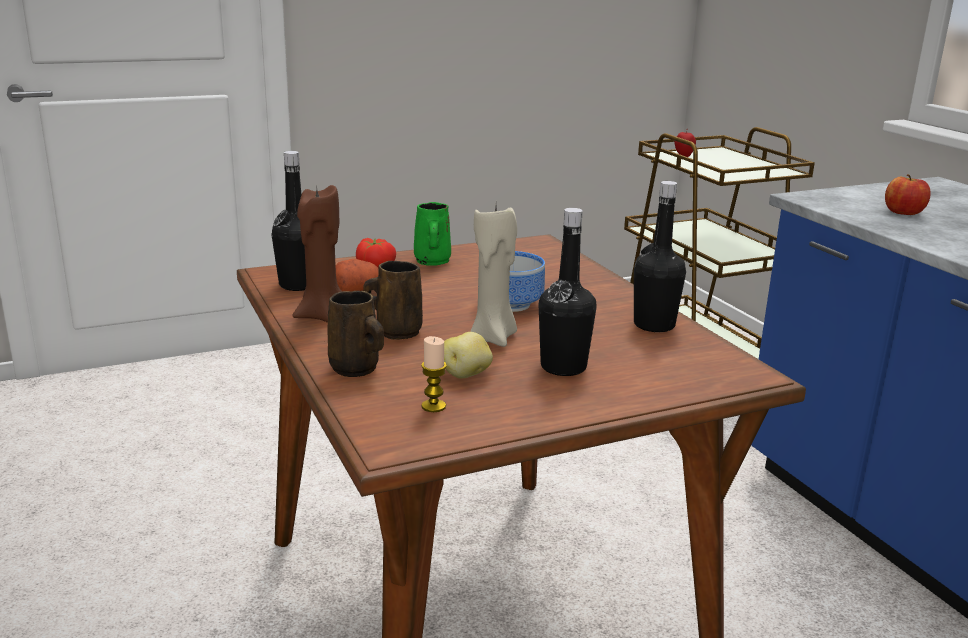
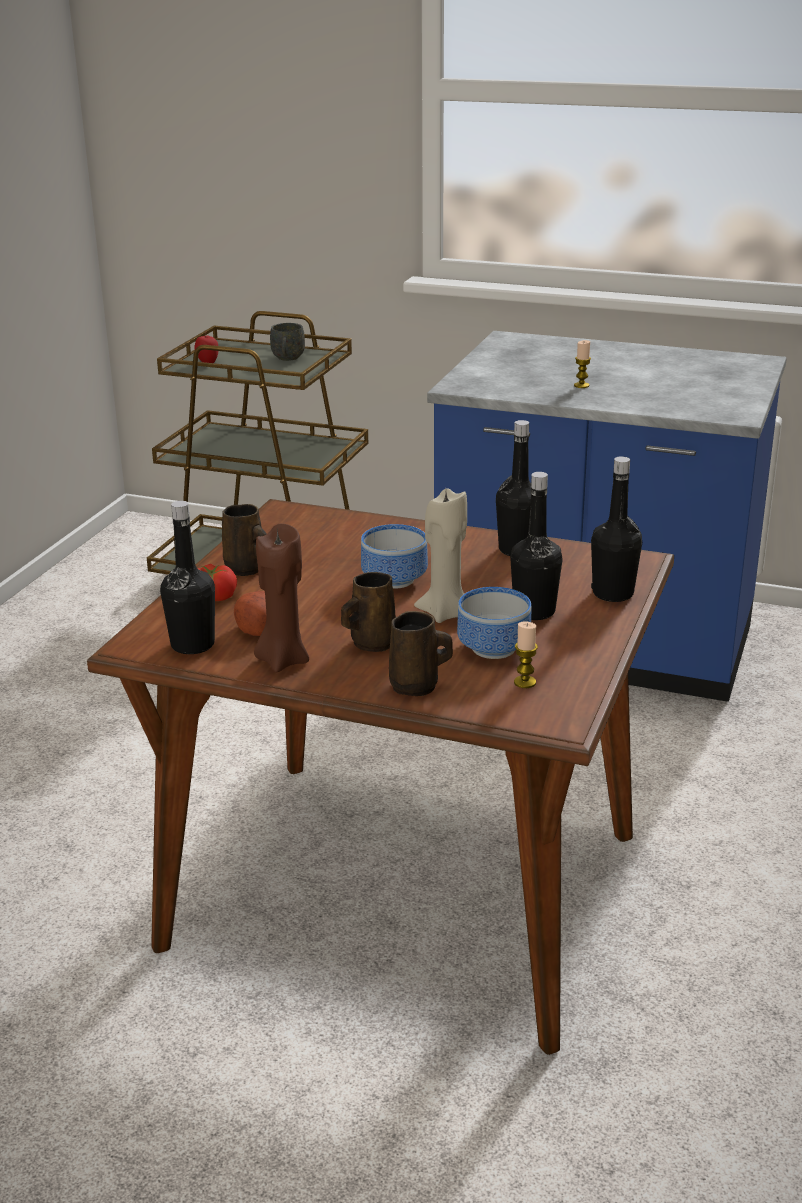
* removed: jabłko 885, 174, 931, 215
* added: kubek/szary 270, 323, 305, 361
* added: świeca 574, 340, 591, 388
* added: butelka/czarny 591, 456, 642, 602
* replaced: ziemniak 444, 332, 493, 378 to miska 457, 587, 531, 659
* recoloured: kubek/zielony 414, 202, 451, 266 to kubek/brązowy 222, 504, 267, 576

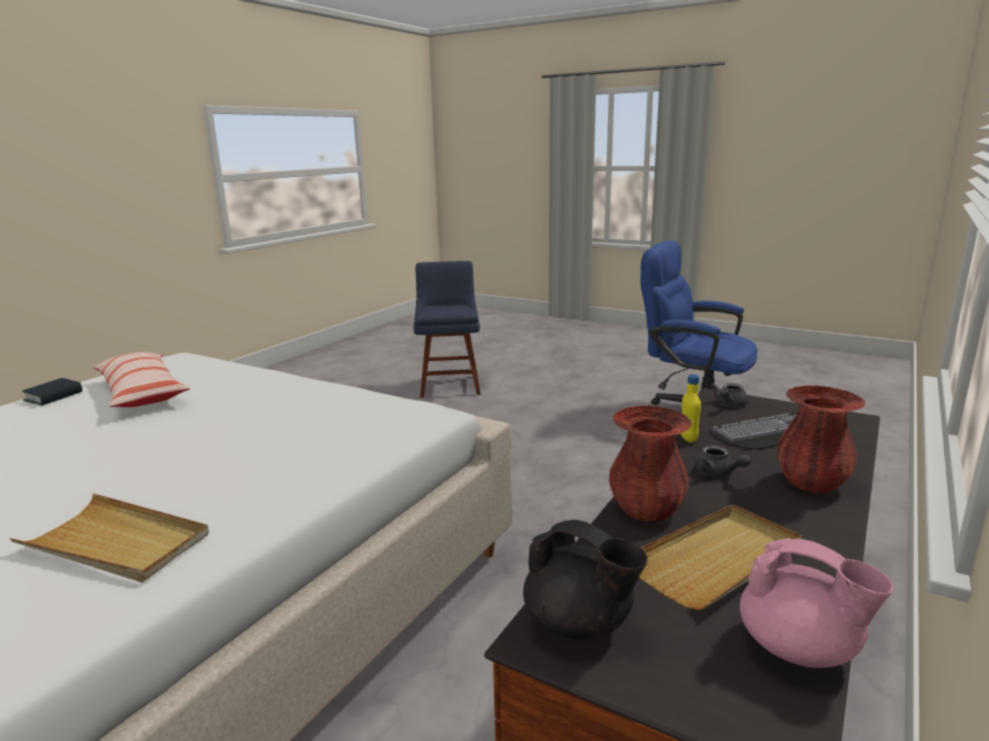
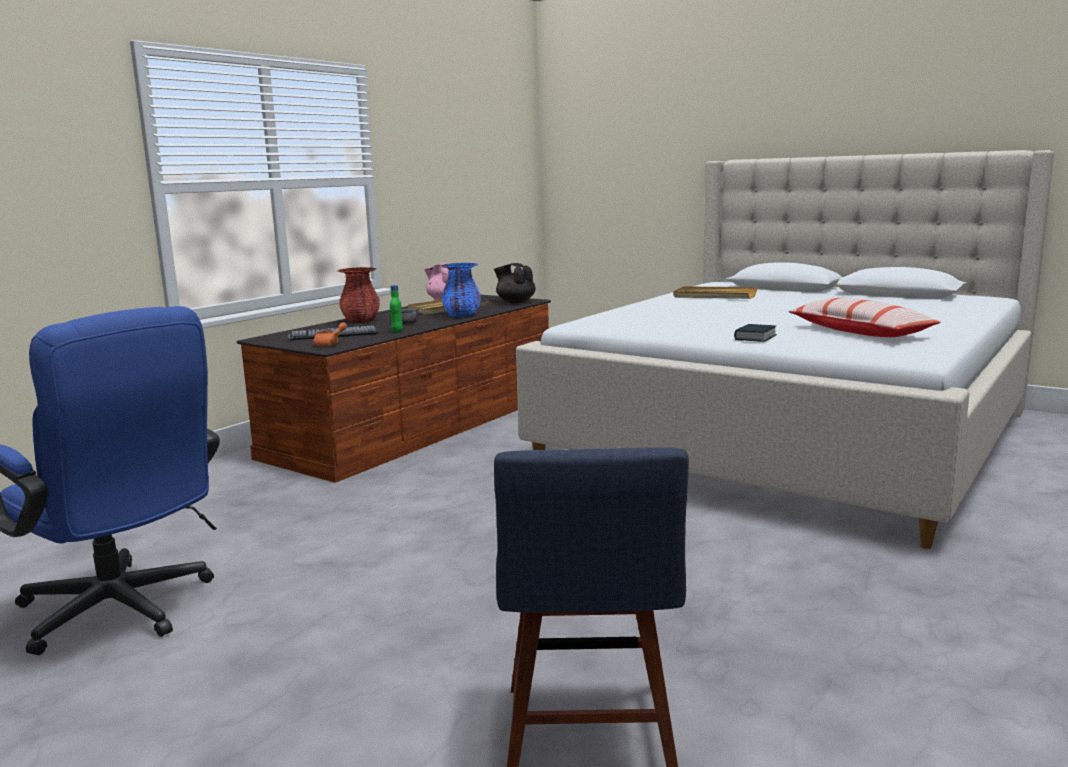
* moved: książka 22, 378, 82, 406 to 734, 324, 777, 342
* recoloured: wazon/czerwony 609, 406, 692, 522 to wazon/niebieski 441, 263, 481, 317
* recoloured: butelka/żółty 680, 375, 701, 443 to butelka/zielony 390, 285, 403, 333
* recoloured: imbryk/szary 711, 383, 748, 407 to imbryk/pomarańczowy 313, 322, 347, 347

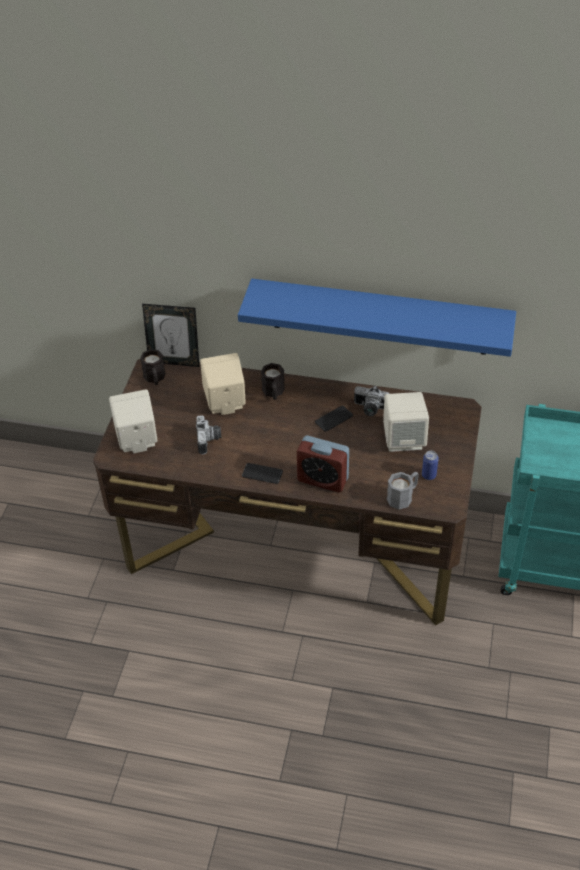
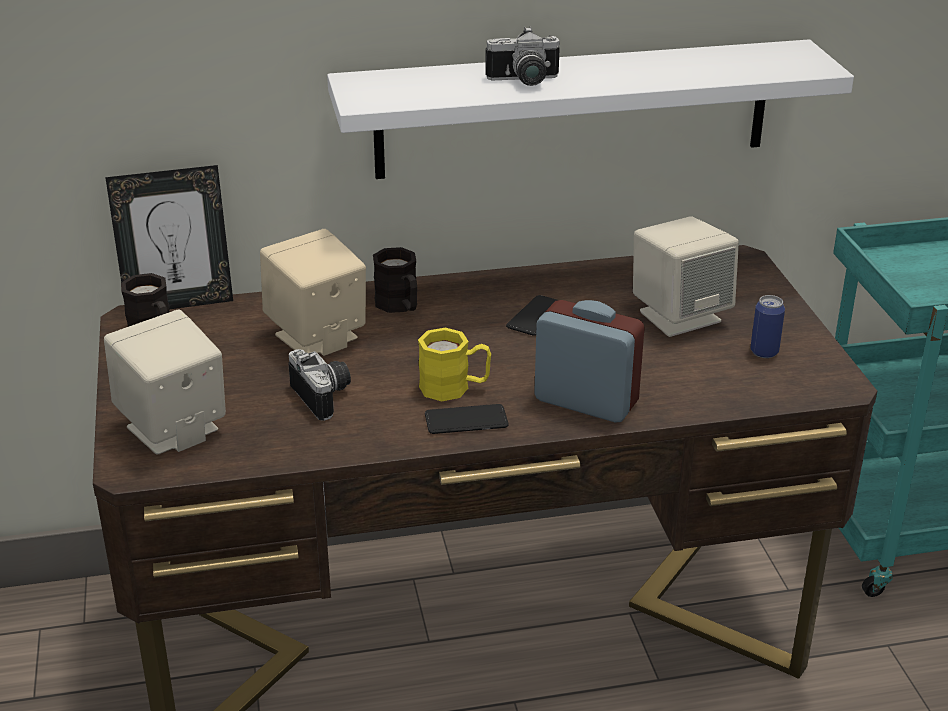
* removed: kubek/szary 387, 472, 419, 509
* added: kubek/żółty 418, 328, 491, 401
* moved: aparat fotograficzny 354, 385, 390, 416 to 485, 27, 560, 86
* recoloured: półka/niebieski 238, 279, 516, 357 to półka/biały 327, 39, 854, 179
* turned: budzik 297, 436, 349, 492 = 534, 300, 645, 423 150 degrees counterclockwise

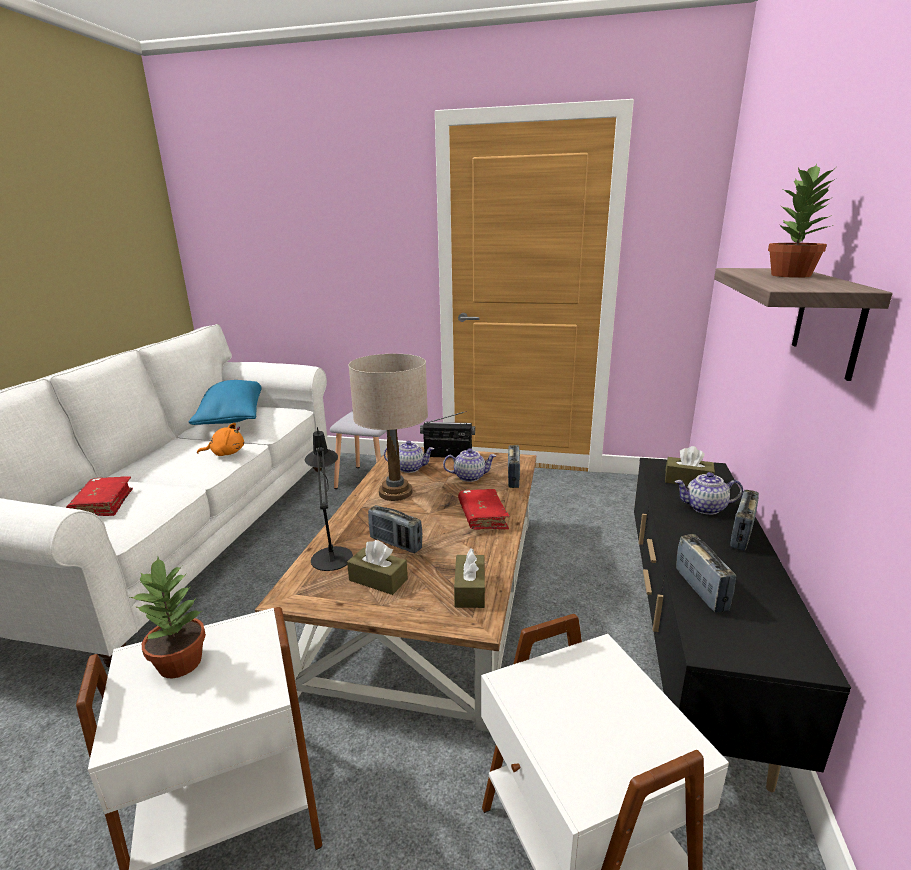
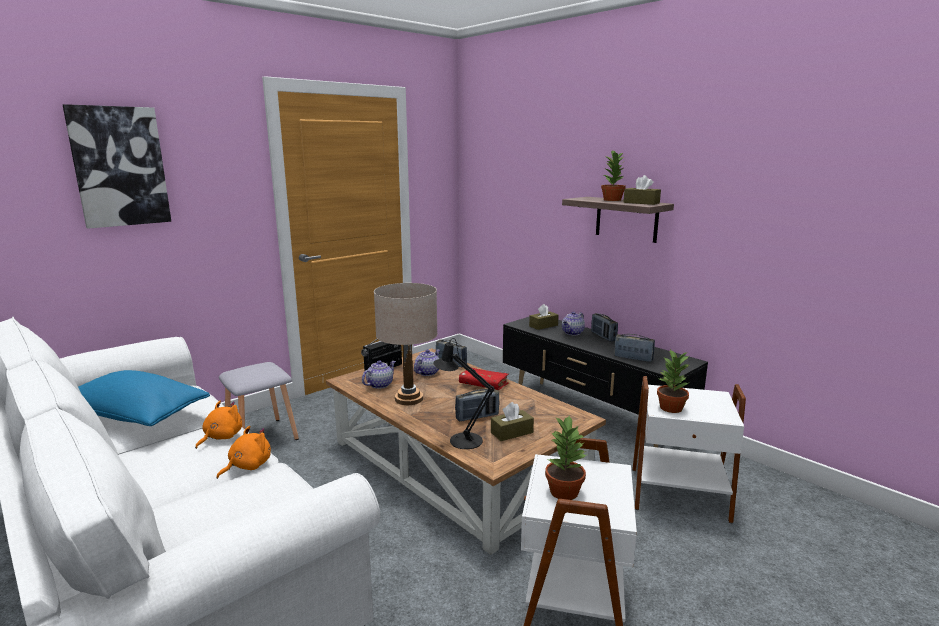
* removed: książka/czerwony 66, 476, 133, 516
* added: obraz 63, 104, 171, 229
* added: pluszak/pomarańczowy 216, 426, 271, 479
* added: roślina doniczkowa 657, 349, 690, 413
* moved: pudełko chusteczek/brązowy 454, 548, 485, 608 to 623, 175, 661, 205

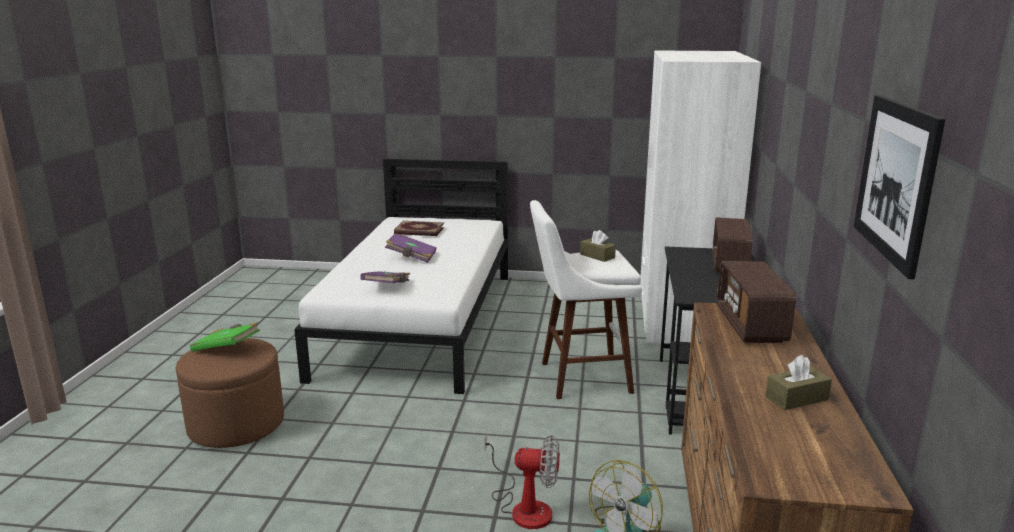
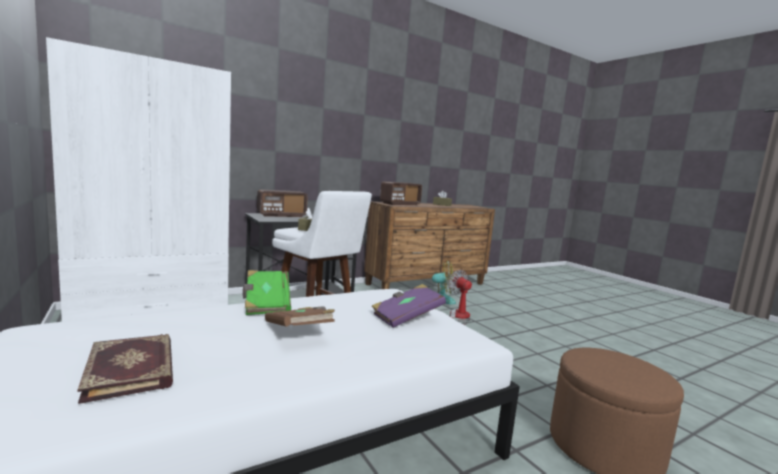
* removed: obraz 854, 95, 945, 279
* moved: książka/zielony 190, 322, 260, 352 to 243, 270, 291, 315
* recoloured: książka/fioletowy 385, 233, 437, 263 to książka/brązowy 265, 307, 335, 326

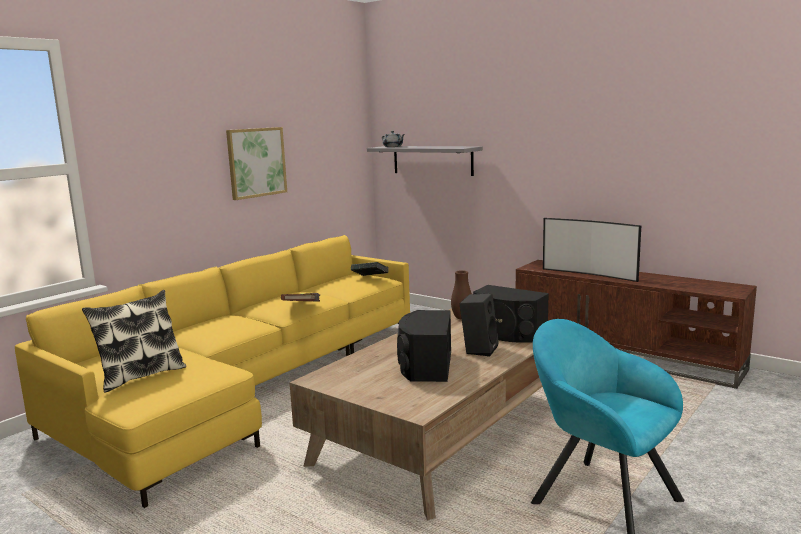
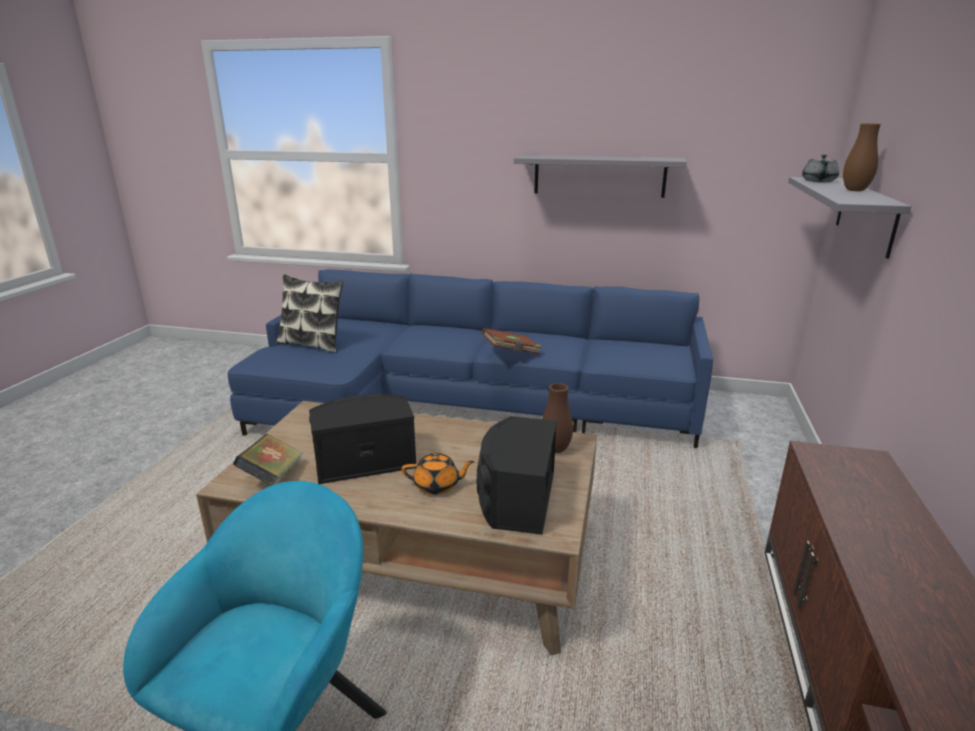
* removed: telewizor 543, 218, 641, 282
* added: wazon/brązowy 843, 123, 881, 191
* moved: książka 351, 262, 389, 276 to 233, 434, 303, 485
* replaced: obraz 226, 127, 287, 200 to półka/szary 514, 154, 687, 198
* replaced: głośnik/czarny 460, 293, 499, 356 to imbryk/pomarańczowy 402, 453, 475, 495
* recoloured: kanapa/żółty 15, 235, 410, 508 to kanapa/niebieski 227, 269, 713, 448

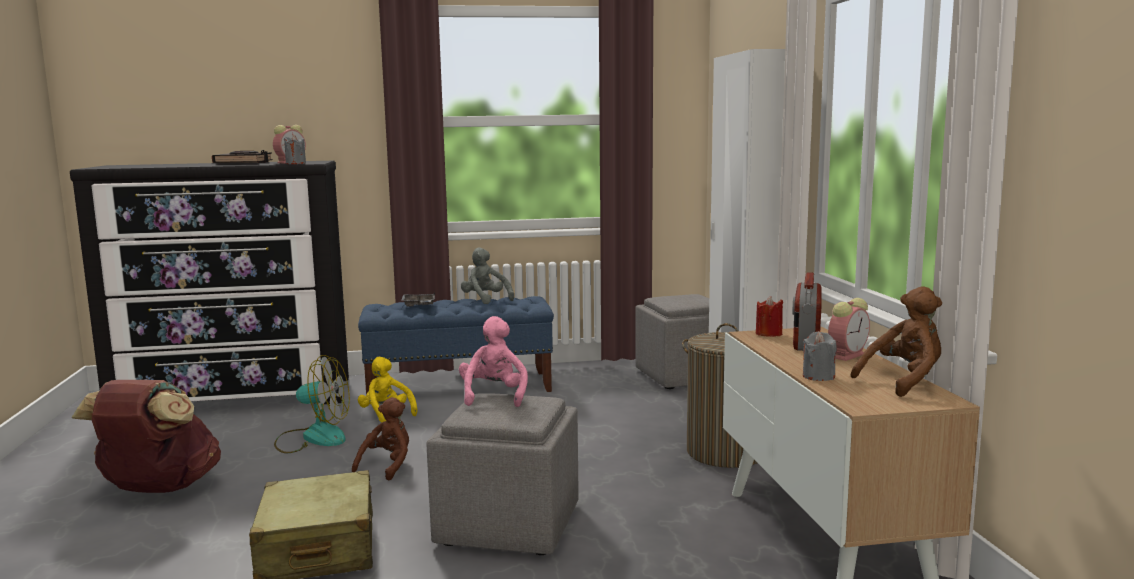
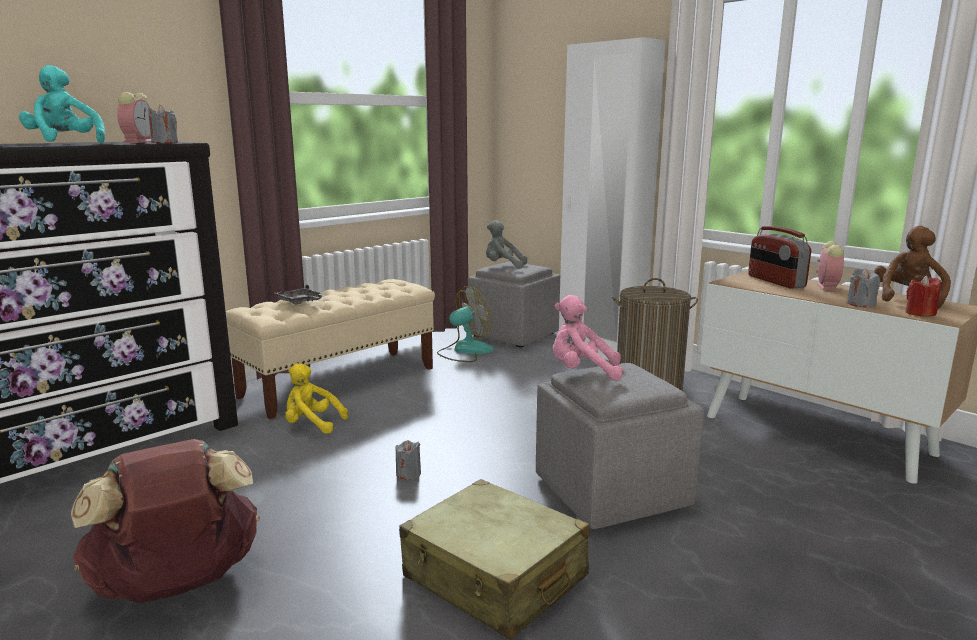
* moved: wentylator 274, 355, 350, 453 to 437, 286, 494, 362
* moved: pluszak/szary 461, 248, 514, 304 to 486, 220, 527, 269
* moved: świeca/czerwony 756, 296, 783, 337 to 905, 275, 941, 317
* replaced: książka/czarny 212, 150, 273, 163 to pluszak/turkusowy 19, 65, 105, 143
* replaced: pluszak/brązowy 352, 397, 409, 480 to świeca/szary 395, 440, 421, 479
* recoloured: ławka/niebieski 358, 296, 554, 395 to ławka/beżowy 226, 279, 435, 419
* turned: pluszak/różowy 459, 316, 528, 407 = 553, 295, 623, 381 45 degrees counterclockwise

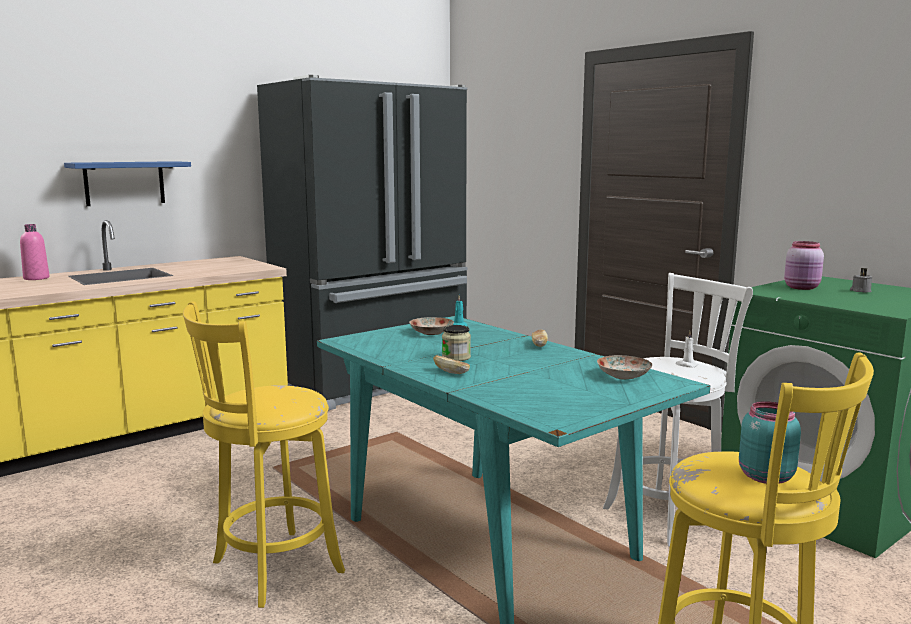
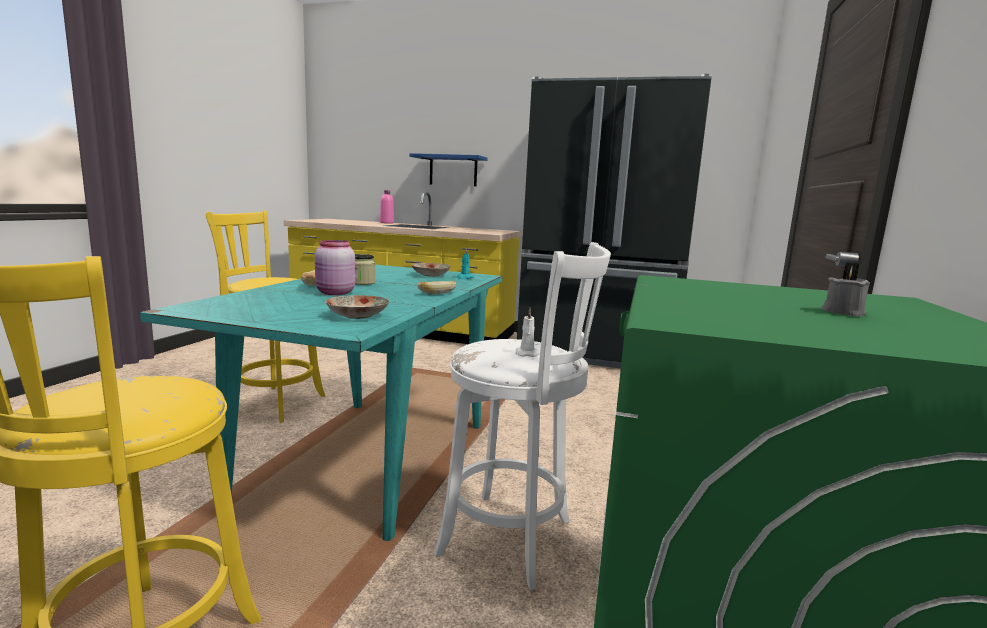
* removed: słoik/turkusowy 739, 401, 801, 484
* moved: słoik/różowy 784, 241, 824, 290 to 315, 240, 355, 295

